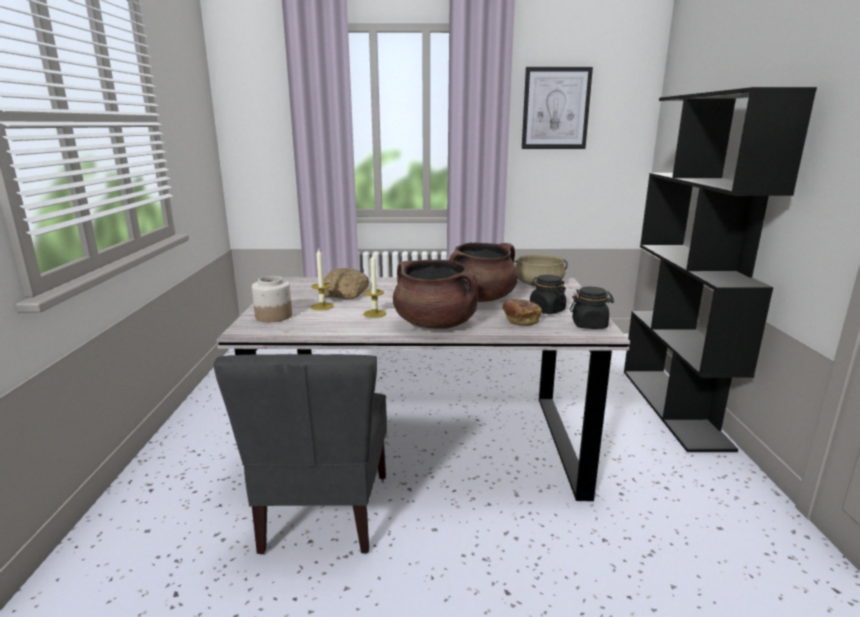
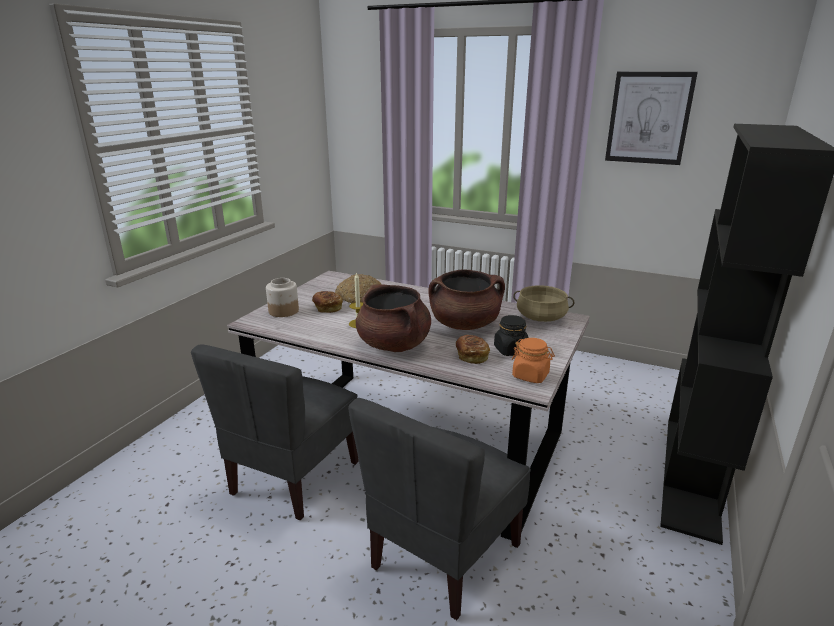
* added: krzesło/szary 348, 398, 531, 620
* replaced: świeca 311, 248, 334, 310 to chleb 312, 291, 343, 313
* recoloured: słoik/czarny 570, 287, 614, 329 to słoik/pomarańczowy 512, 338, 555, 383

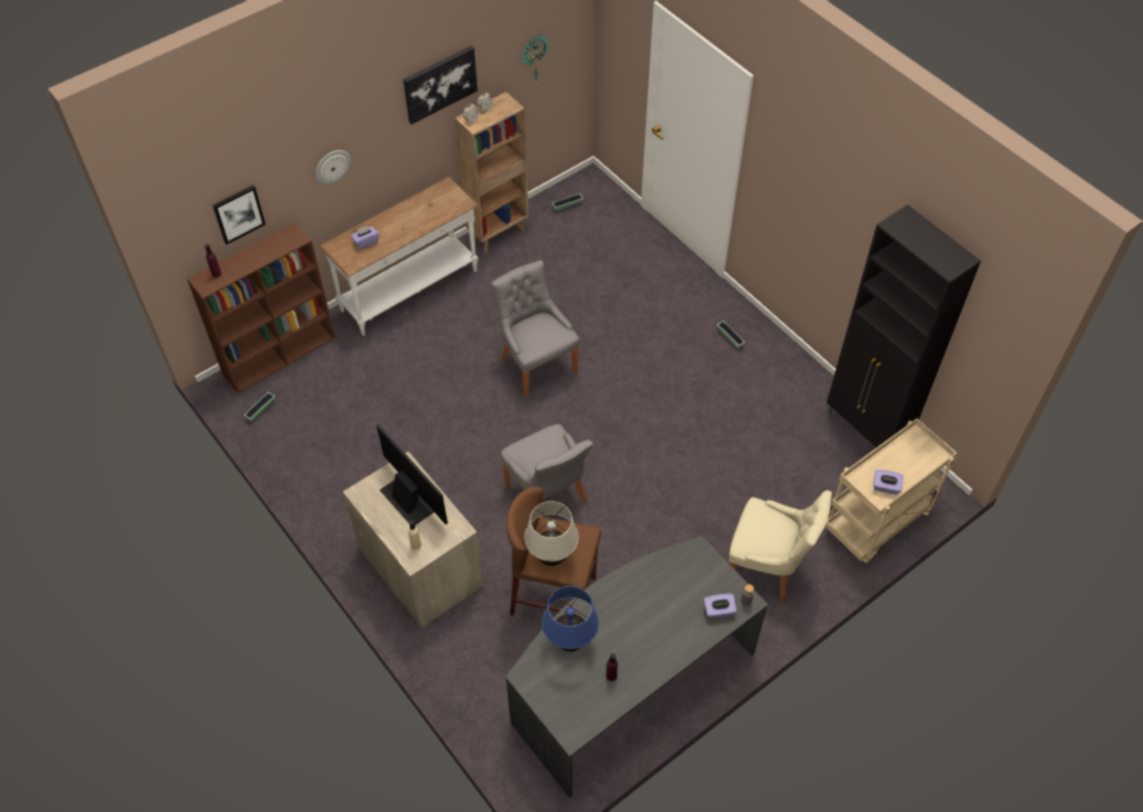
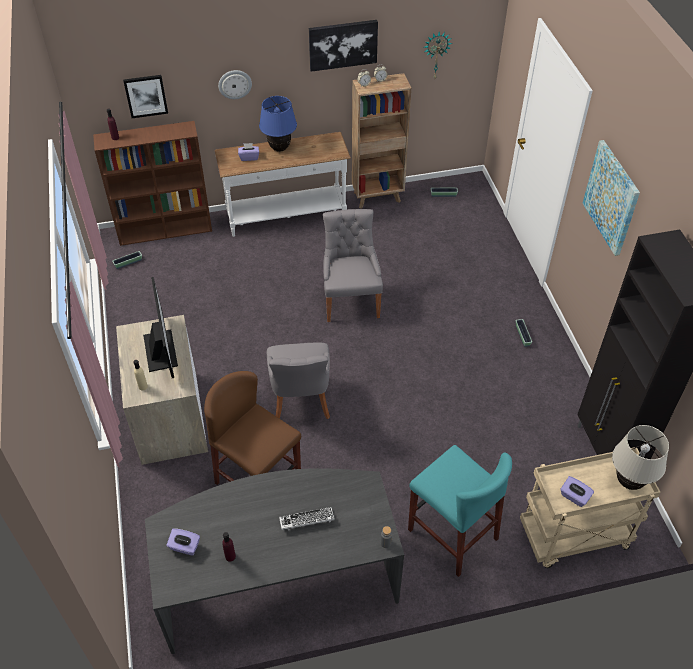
* added: klawiatura 279, 507, 335, 531
* added: obraz 583, 140, 640, 256
* moved: lampa stołowa/beżowy 524, 501, 579, 566 to 612, 425, 669, 490
* moved: lampa stołowa/niebieski 542, 586, 599, 652 to 259, 96, 297, 152
* moved: pudełko chusteczek/fioletowy 704, 593, 737, 619 to 167, 528, 200, 556
* replaced: krzesło/beżowy 729, 490, 832, 602 to stołek/turkusowy 408, 445, 512, 577

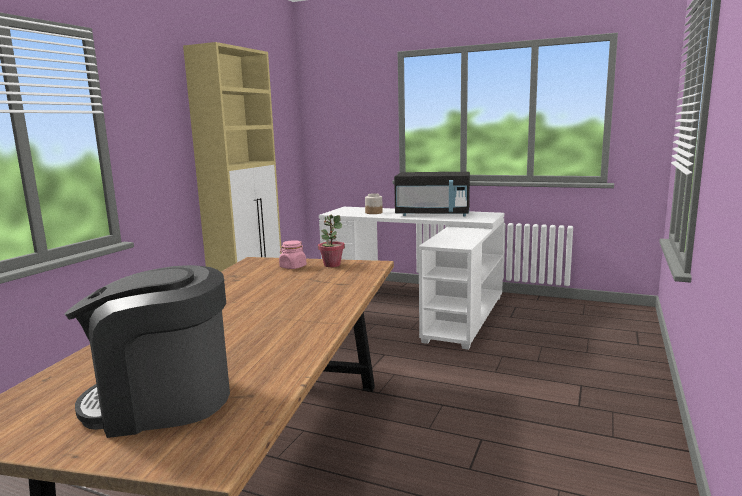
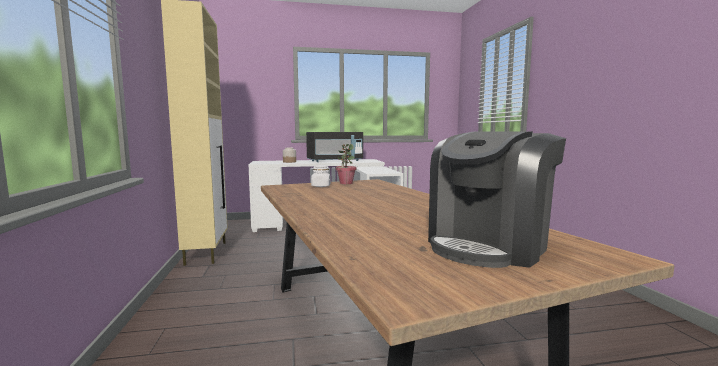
* recoloured: słoik/różowy 279, 240, 306, 269 to słoik/biały 311, 165, 331, 187

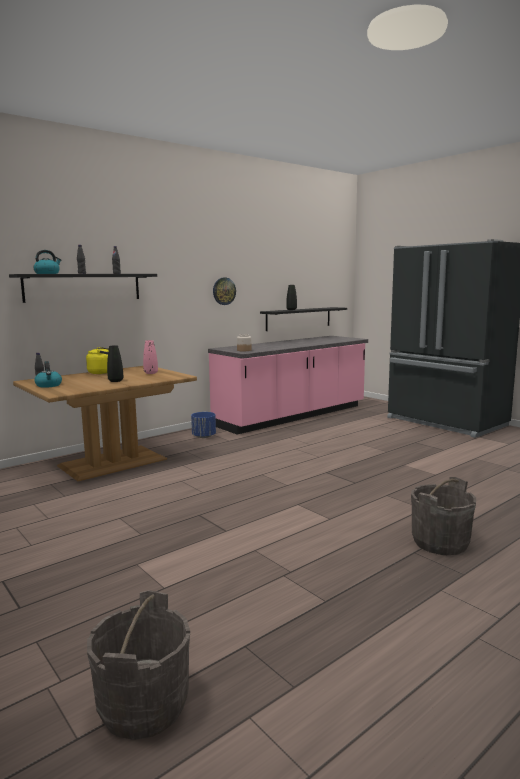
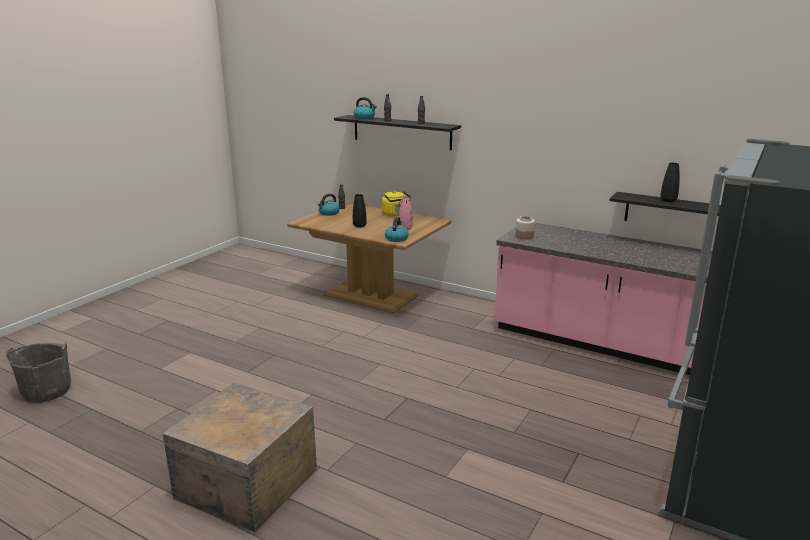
* removed: donica/niebieski 191, 412, 216, 438
* removed: zegar ścienny 213, 278, 236, 305
* added: czajnik 385, 217, 409, 242
* replaced: wiadro/szary 411, 477, 476, 555 to skrzynka 163, 383, 317, 533

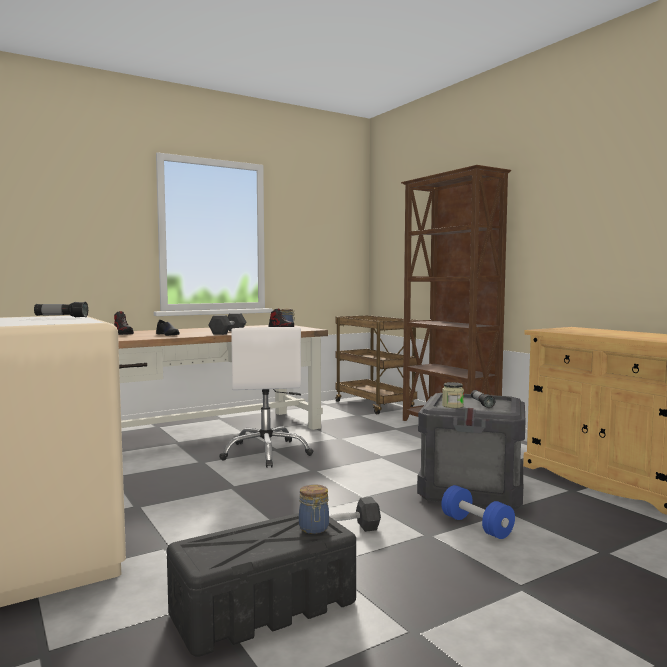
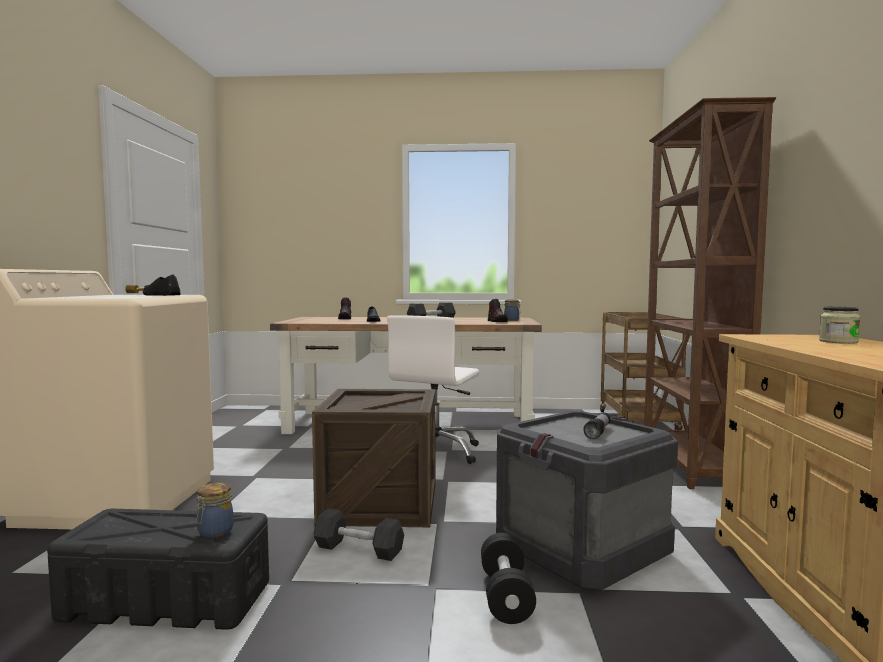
* added: skrzynka 312, 389, 436, 527
* moved: słoik 442, 382, 464, 408 to 819, 307, 860, 344
* replaced: latarka 34, 302, 88, 317 to but/czarny 143, 275, 180, 296
* recoloured: hantel/niebieski 441, 485, 515, 539 to hantel/czarny 481, 533, 536, 624

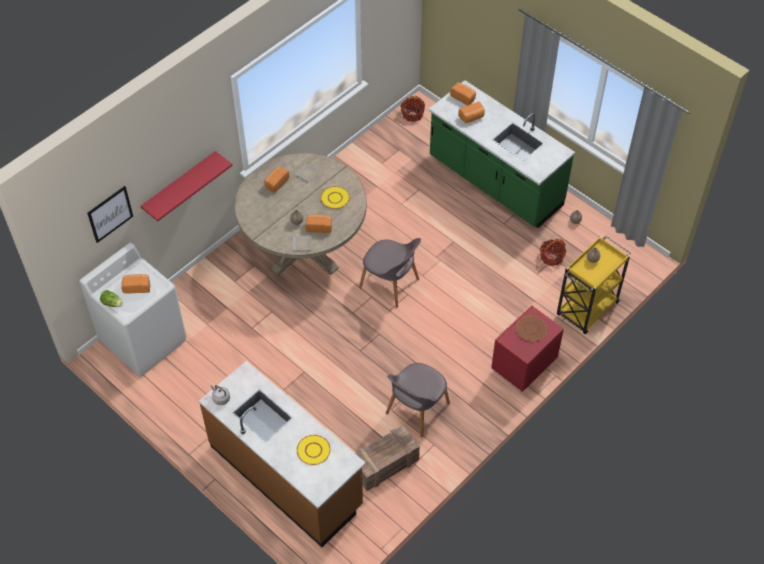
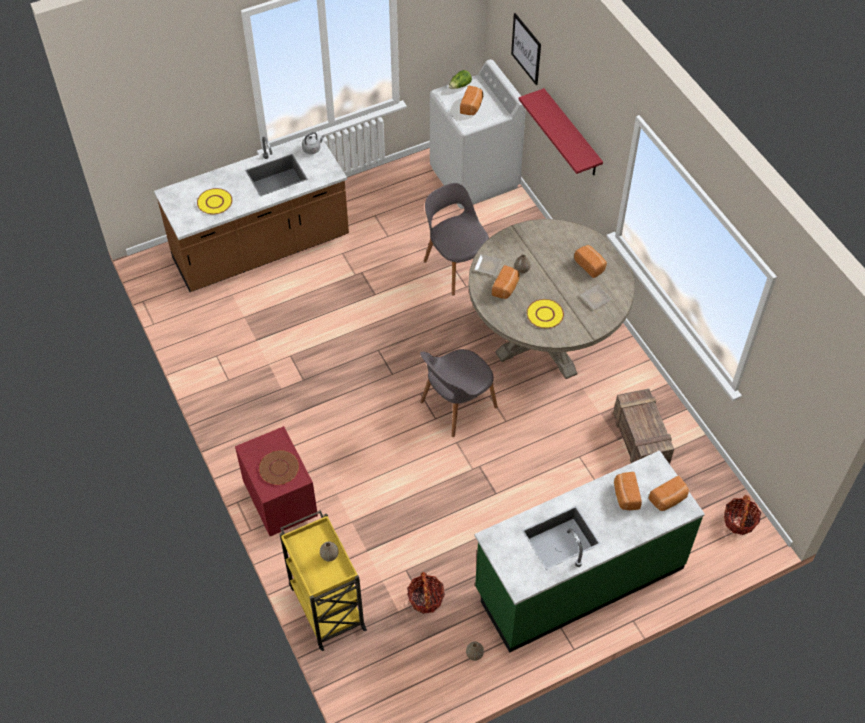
* moved: skrzynka 355, 425, 420, 491 to 613, 389, 674, 464
* moved: krzesło/szary 386, 363, 450, 438 to 424, 183, 489, 296

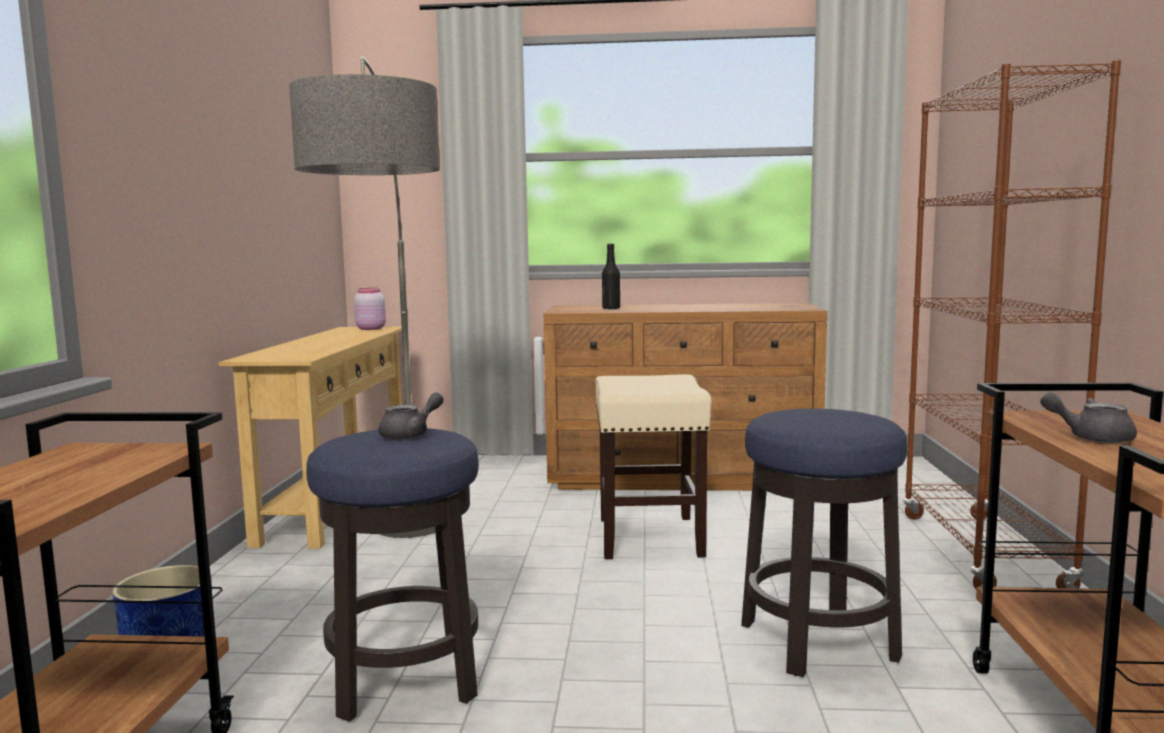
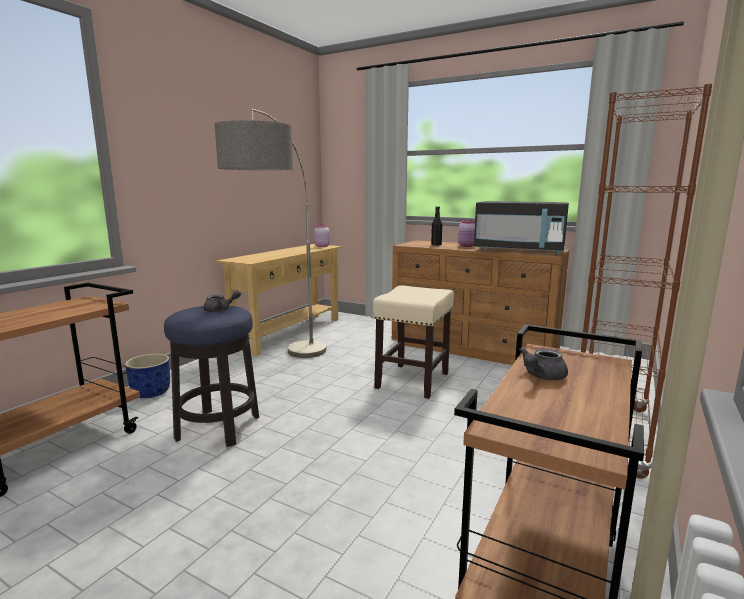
* removed: stołek 741, 409, 907, 677
* added: słoik/różowy 458, 220, 475, 247
* added: mikrofalówka/czarny 474, 201, 569, 254
* turned: imbryk/szary 1040, 392, 1137, 443 = 519, 347, 568, 380 90 degrees counterclockwise

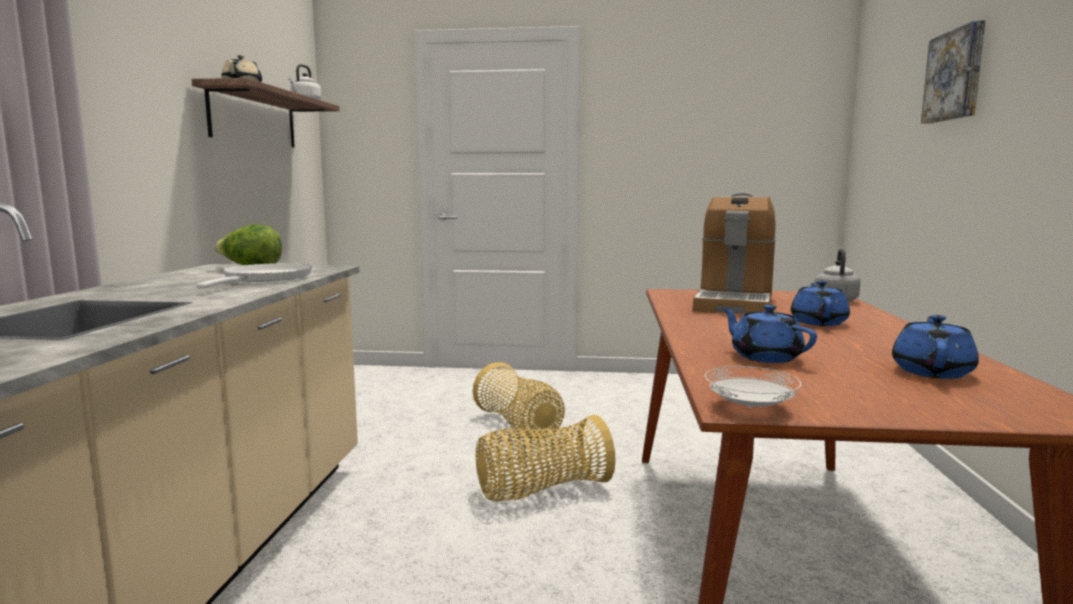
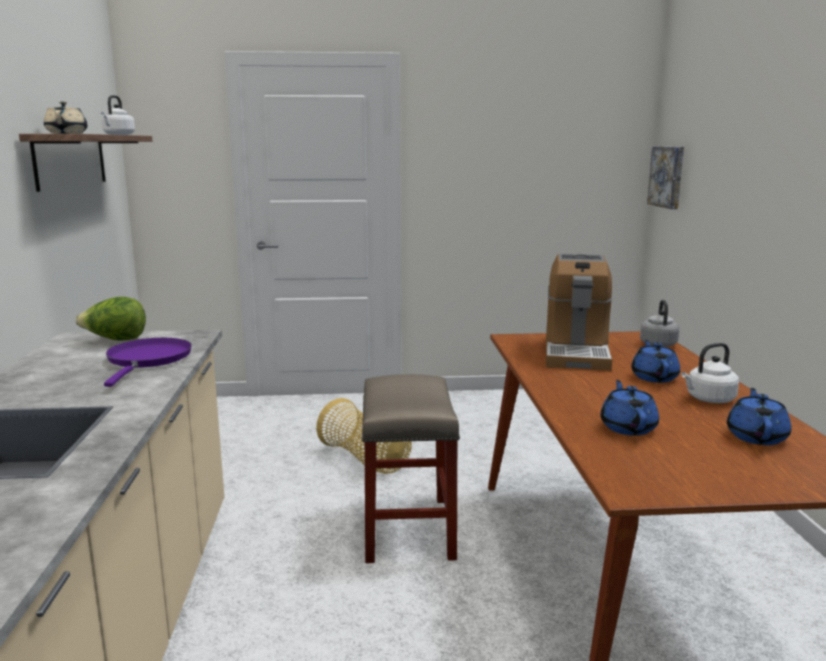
* removed: talerz/biały 705, 366, 801, 408
* added: czajnik/biały 681, 343, 739, 403
* moved: obraz 921, 20, 986, 124 to 647, 147, 684, 209
* replaced: koszyk 476, 414, 616, 502 to stołek/beżowy 362, 374, 460, 563
* recoloured: patelnia/biały 196, 263, 312, 288 to patelnia/fioletowy 104, 338, 192, 387
* turned: imbryk/niebieski 722, 305, 817, 363 = 600, 380, 659, 436 45 degrees clockwise

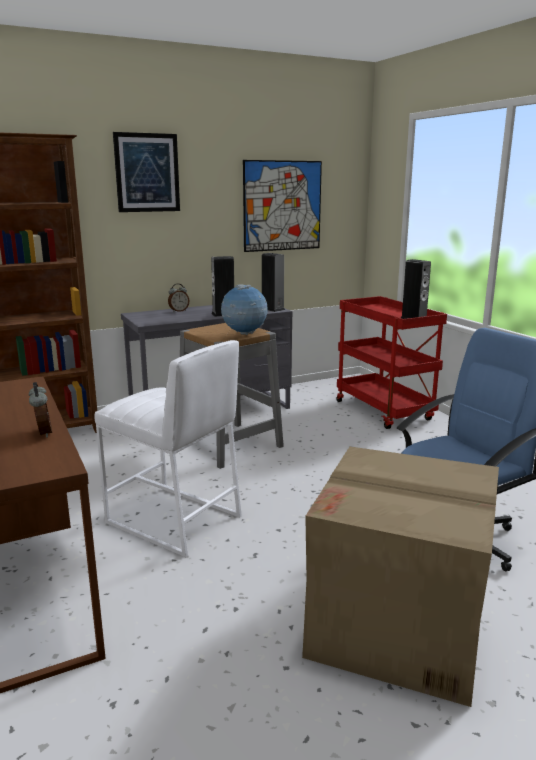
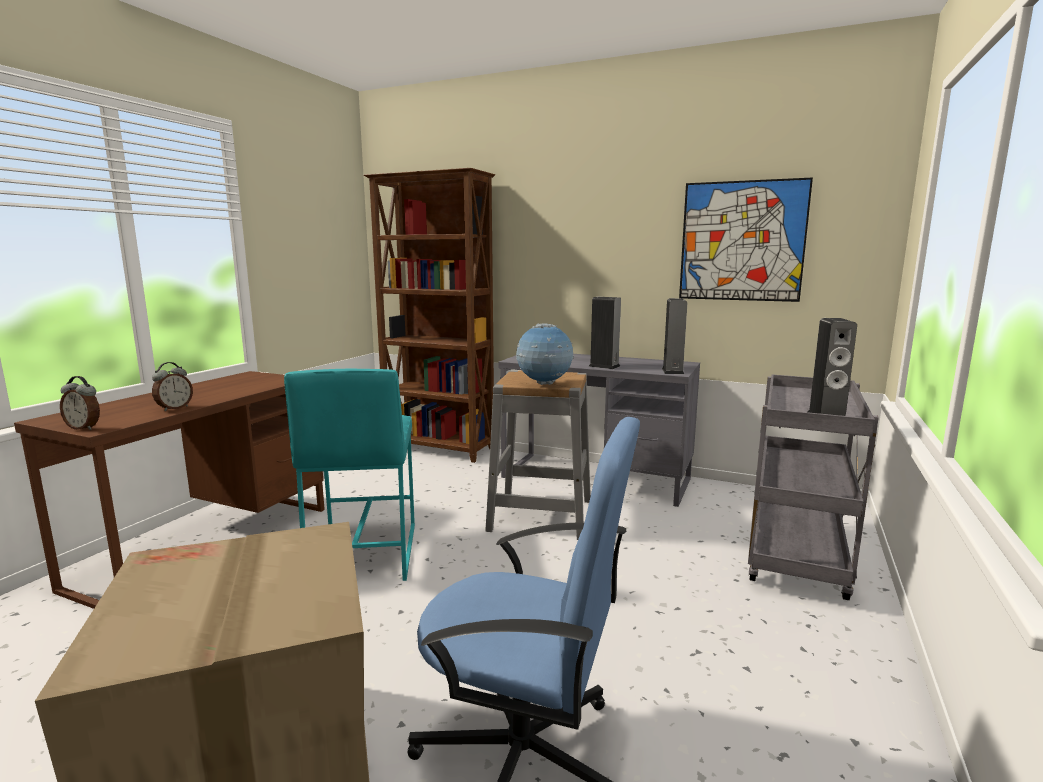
* removed: obraz 113, 132, 180, 212
* moved: budzik 168, 284, 189, 312 to 60, 376, 100, 430
* recoloured: stołek/biały 95, 340, 242, 557 to stołek/turkusowy 284, 369, 415, 581
* recoloured: wózek/czerwony 336, 296, 447, 429 to wózek/szary 748, 375, 879, 600

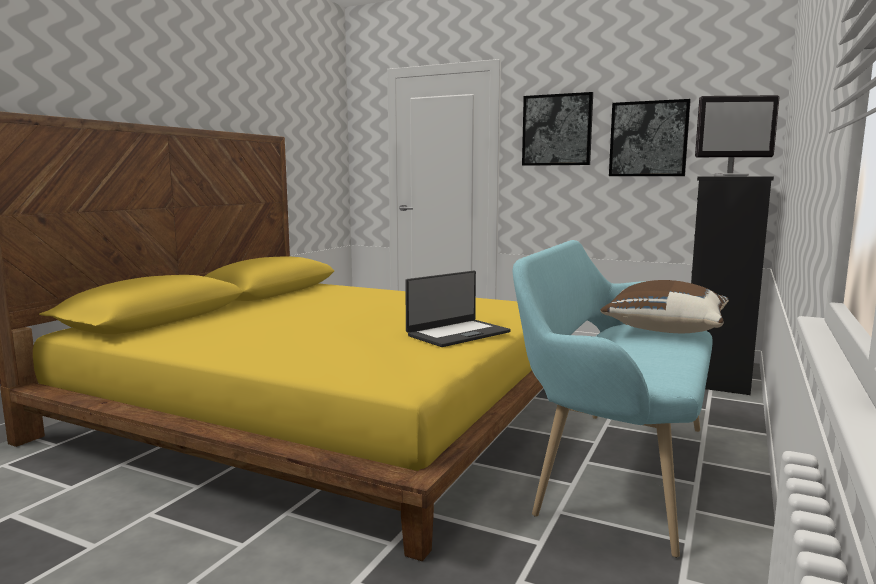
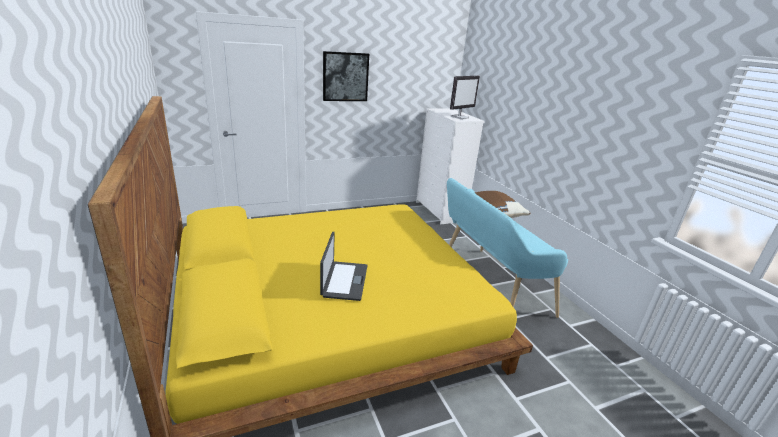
* removed: obraz 609, 99, 691, 176
* moved: laptop 405, 271, 511, 347 to 320, 232, 368, 301
* recoloured: komoda/czarny 691, 177, 774, 395 to komoda/biały 416, 108, 485, 224

